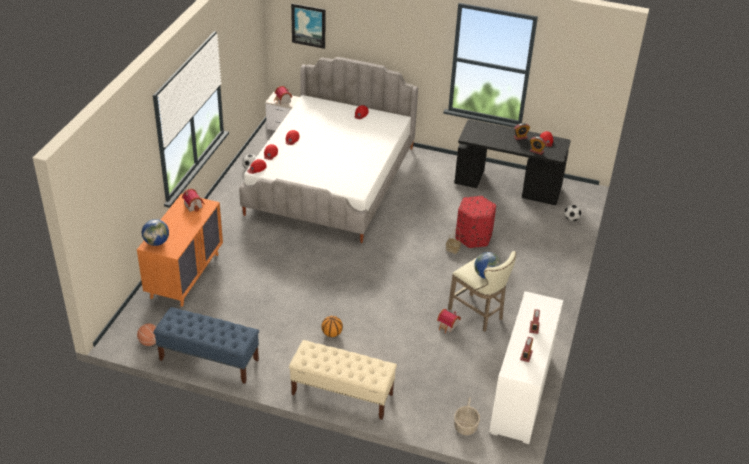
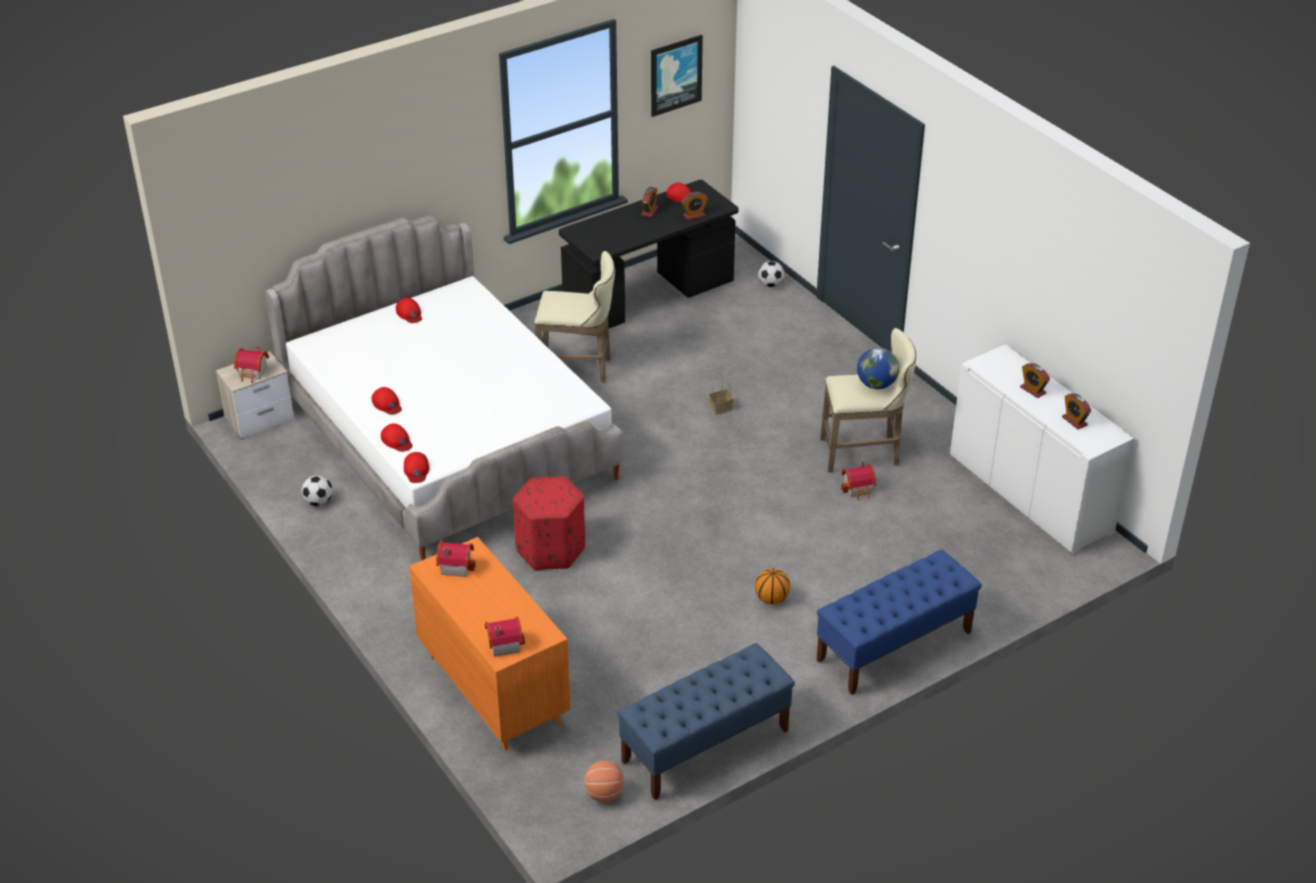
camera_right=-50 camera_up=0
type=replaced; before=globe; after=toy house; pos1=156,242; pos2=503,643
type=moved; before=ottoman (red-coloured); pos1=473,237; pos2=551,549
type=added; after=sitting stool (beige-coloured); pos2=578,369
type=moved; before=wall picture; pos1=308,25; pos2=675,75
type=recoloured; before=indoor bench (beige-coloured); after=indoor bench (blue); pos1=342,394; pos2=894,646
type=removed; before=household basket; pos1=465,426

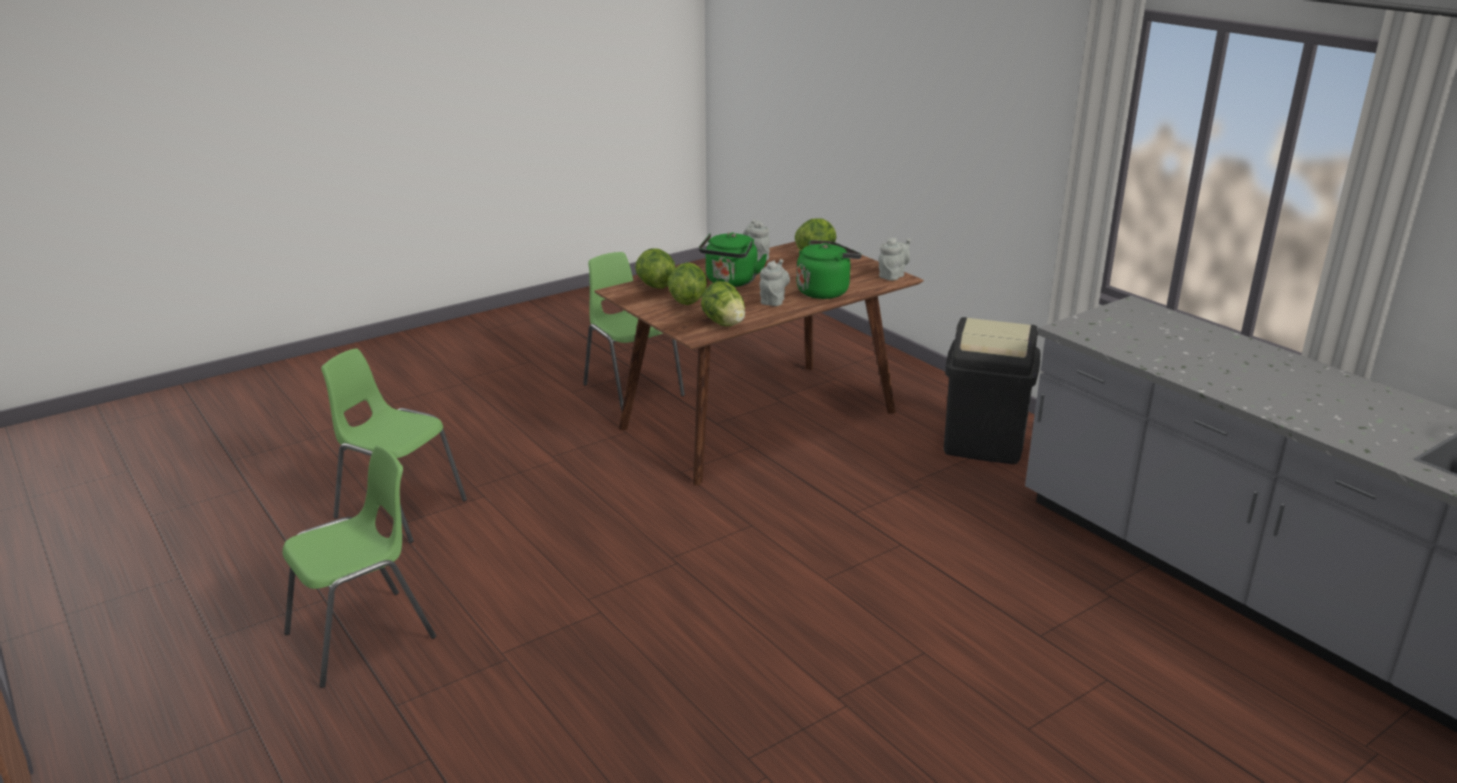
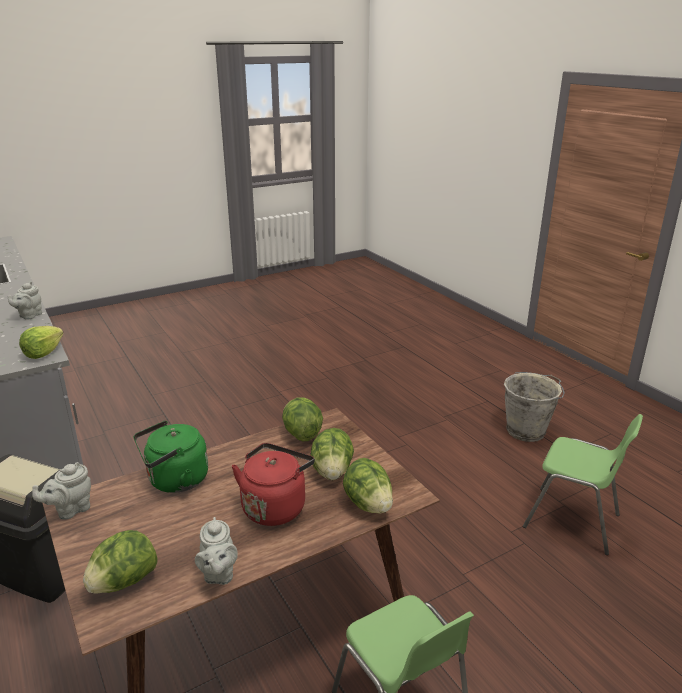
camera_right=-175 camera_up=0
type=moved; before=pot for tea (greyish); pos1=773,300; pos2=29,316
type=added; after=lettuce head; pos2=43,353
type=recoloured; before=water kettle (green-coloured); after=water kettle (red-coloured); pos1=730,282; pos2=275,506
type=replaced; before=chair (green-coloured); after=bucket (greyish); pos1=363,636; pos2=527,430

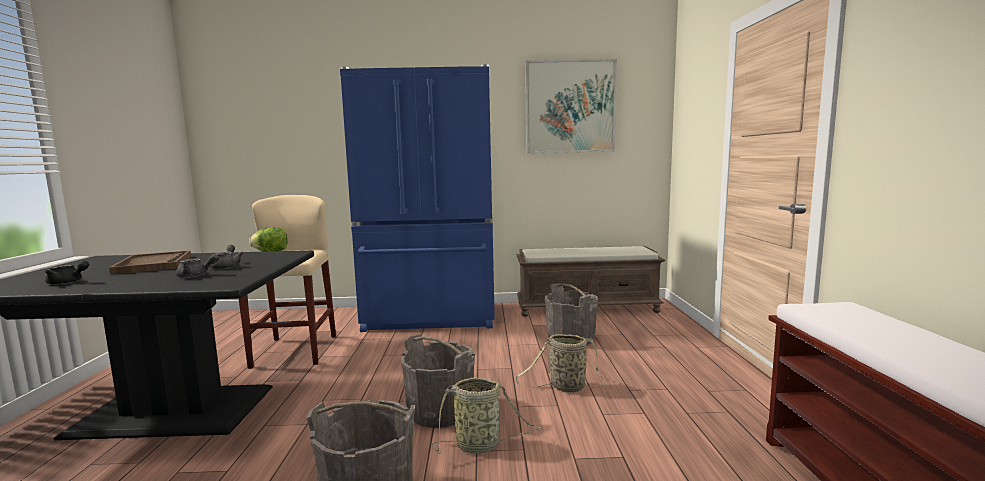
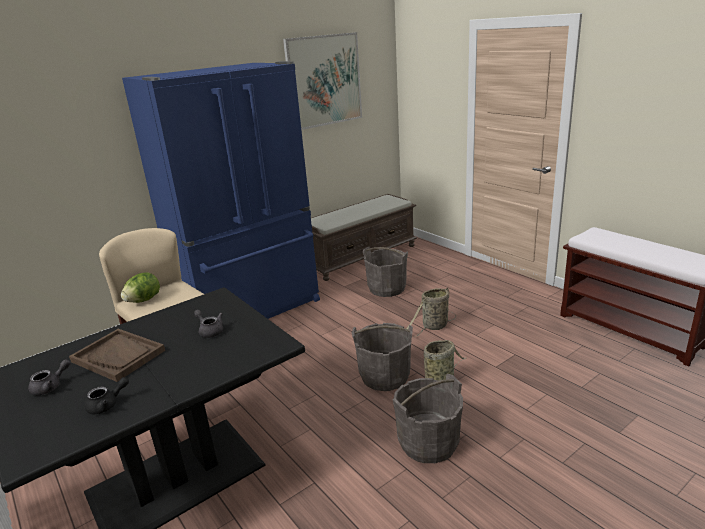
camera_right=-35 camera_up=15
type=moved; before=pot for tea (greyish); pos1=196,275; pos2=51,387

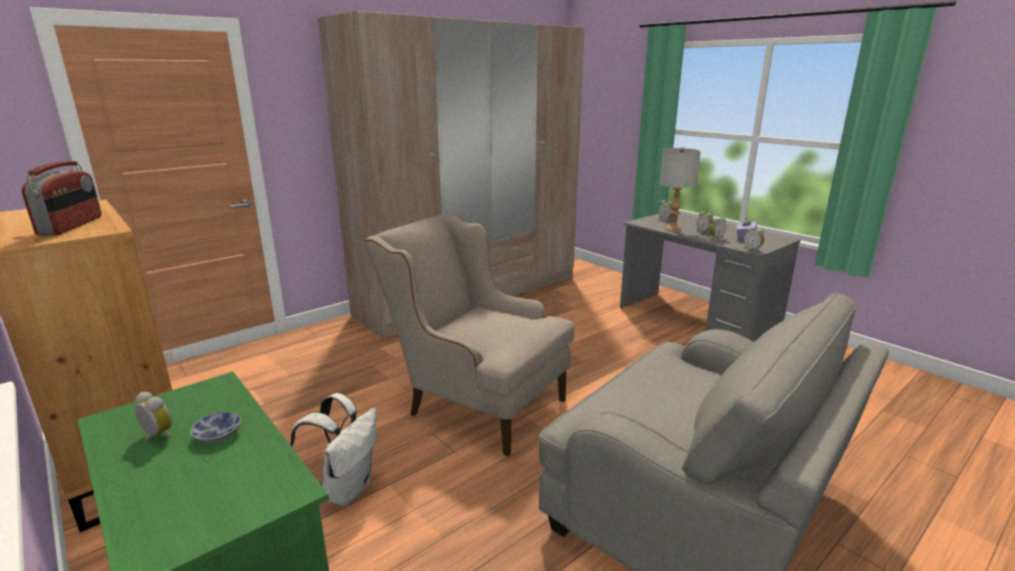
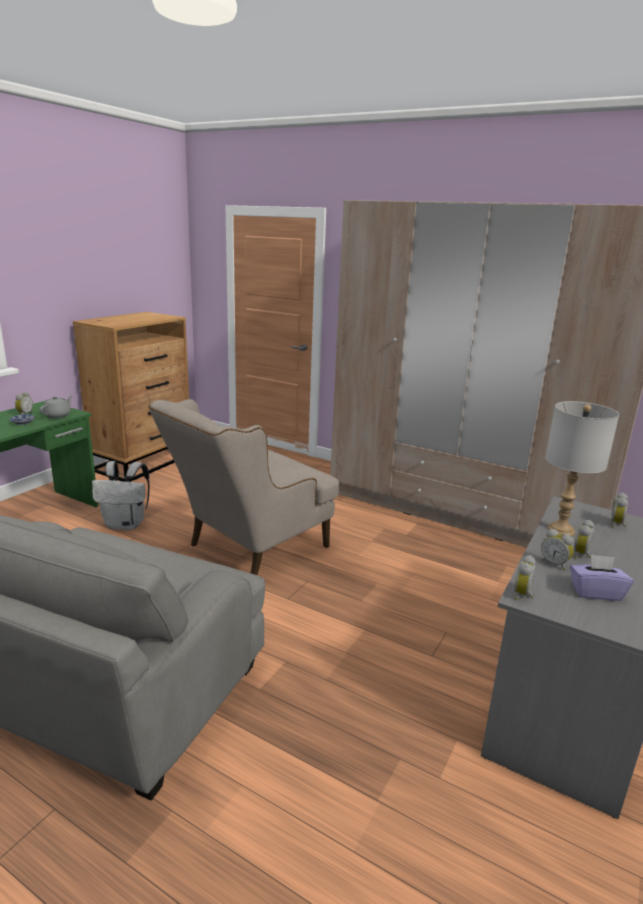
camera_right=70 camera_up=0
type=added; after=pot for tea (greyish); pos2=58,415
type=turned; before=armchair (beige-coloured); pos1=475,401; pos2=248,551; turn=-150
type=removed; before=radio receiver; pos1=72,226

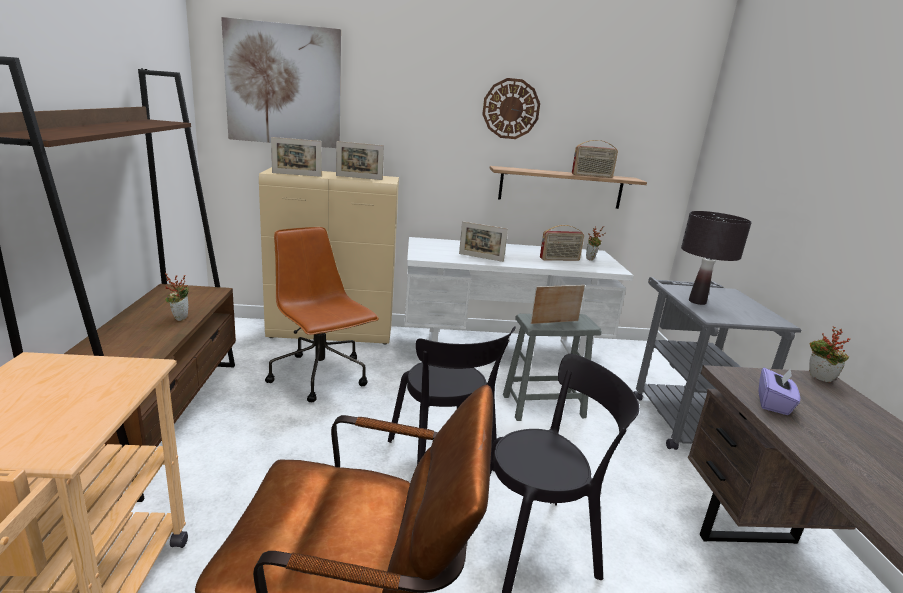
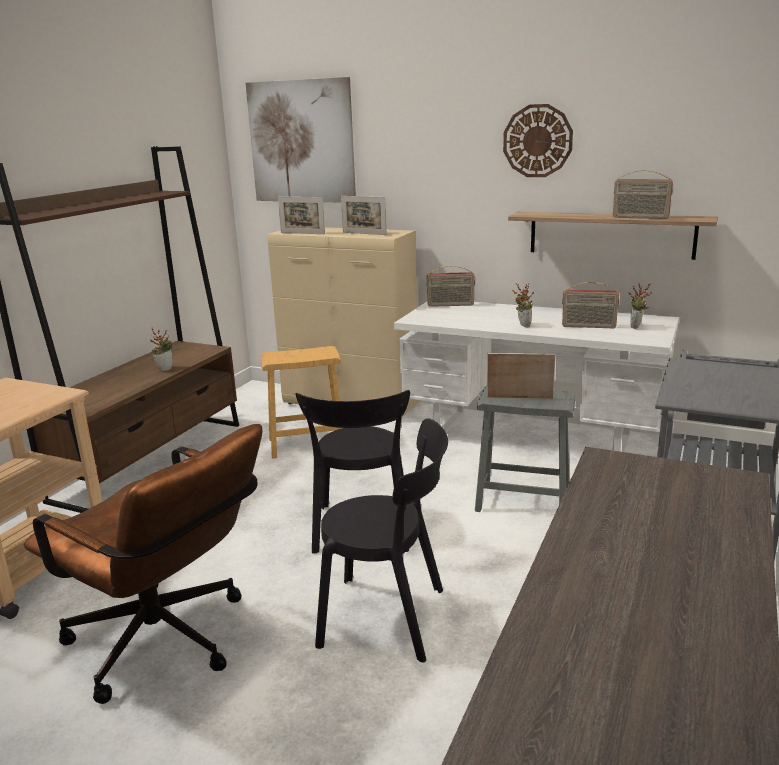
camera_right=30 camera_up=0
type=replaced; before=computer chair (brownish); after=sitting stool (brownish); pos1=321,377; pos2=307,443
type=added; after=radio receiver; pos2=450,305
type=moved; before=houseplant; pos1=818,379; pos2=522,325
type=removed; before=photo frame; pos1=481,257
type=removed; before=tabletop lamp (blackish); pos1=697,302
type=removed; before=tissue box (purple); pos1=773,403

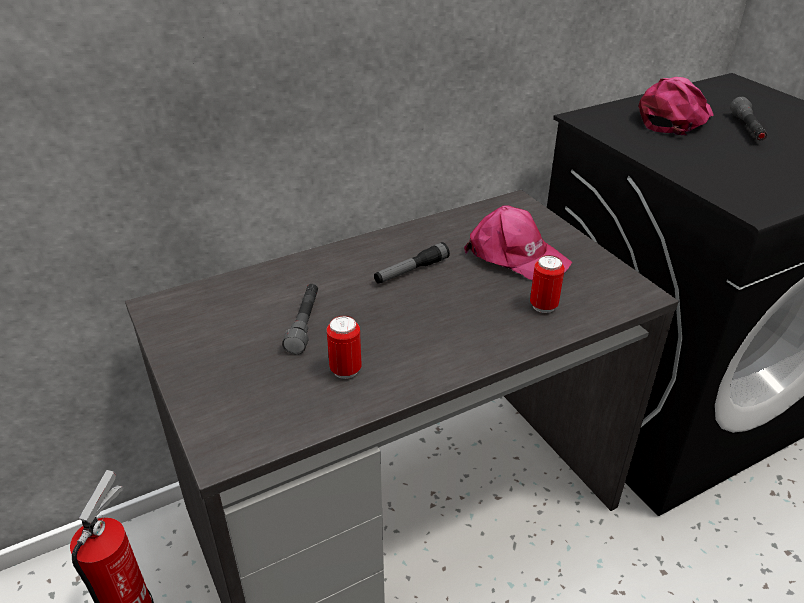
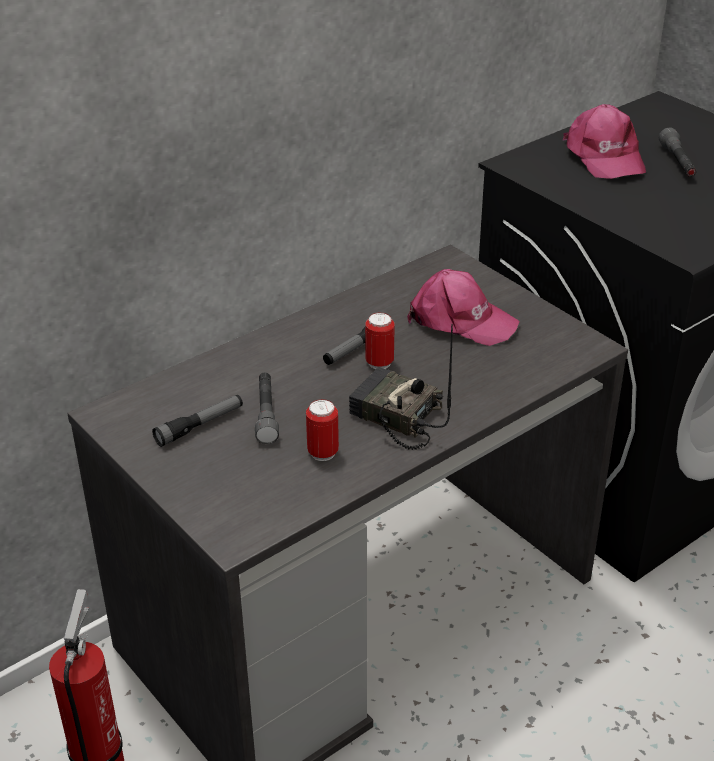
camera_right=-10 camera_up=0
type=added; after=torch; pos2=200,426
type=added; after=radio receiver; pos2=395,417
type=moved; before=metal can; pos1=543,306; pos2=379,363
type=turned; before=cap (pinkish); pos1=675,118; pos2=604,156; turn=135

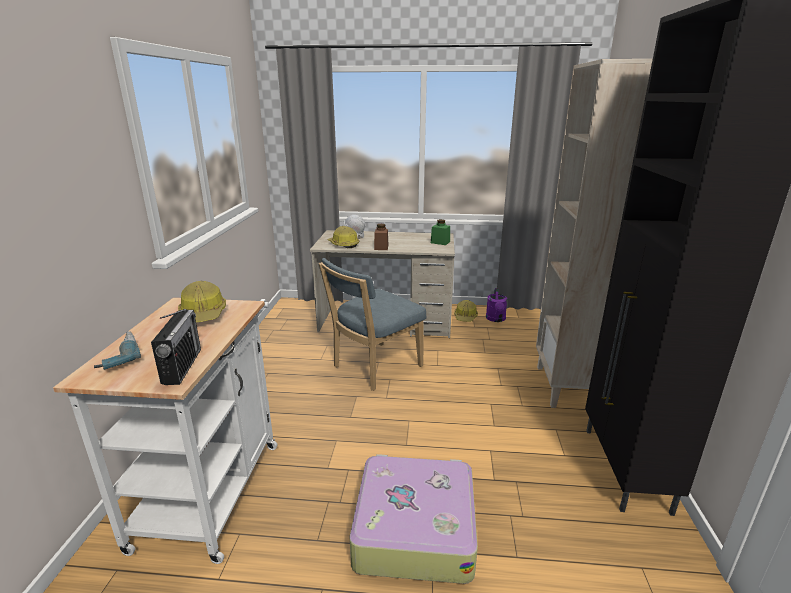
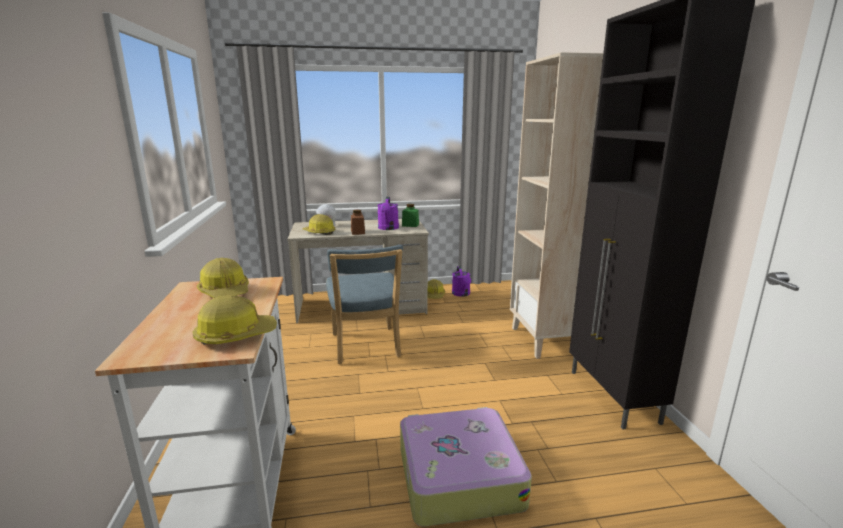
camera_right=-15 camera_up=-5
type=replaced; before=radio receiver; after=safety helmet; pos1=182,366; pos2=235,335
type=turned; before=chair (blue); pos1=374,368; pos2=366,347; turn=-45
type=added; after=sprinkling can (purple); pos2=388,228
type=removed; before=drill; pos1=118,356

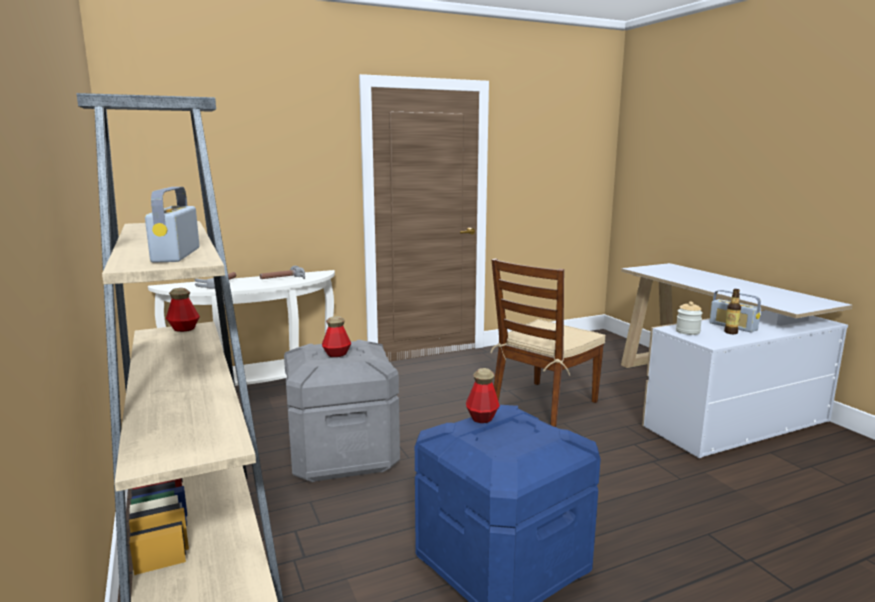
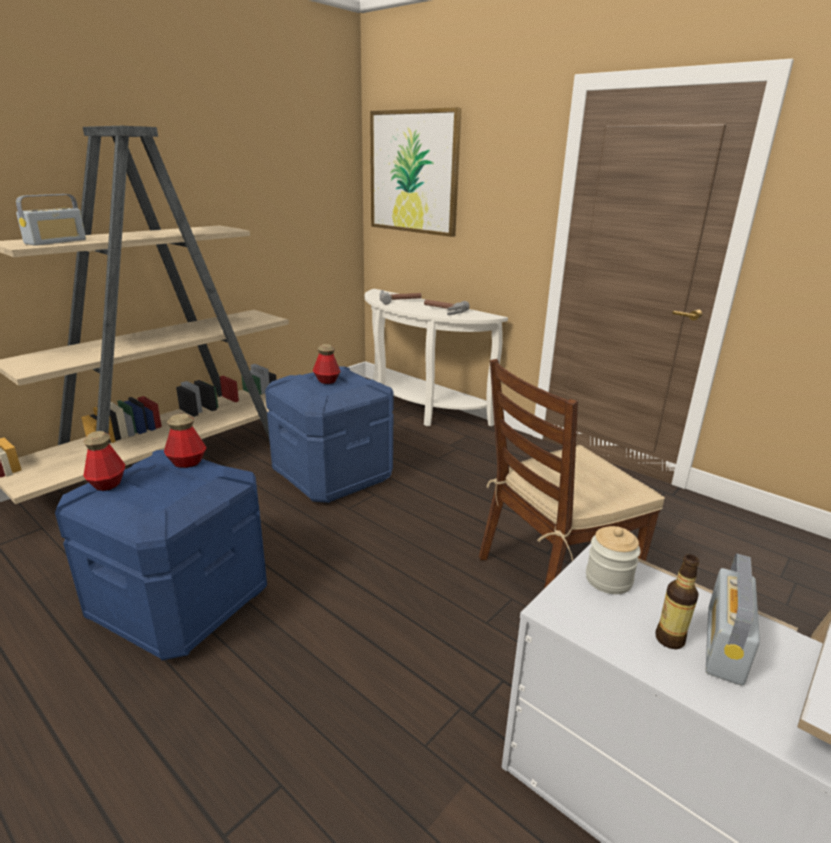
camera_right=65 camera_up=10
type=turned; before=radio receiver; pos1=176,255; pos2=56,242; turn=150
type=moved; before=beverage bottle; pos1=184,329; pos2=108,484
type=recoloured; before=storage container (greyish); after=storage container (blue); pos1=343,455; pos2=333,475
type=added; after=wall picture; pos2=413,172
type=turned; before=chair (brownish); pos1=544,404; pos2=554,572; turn=-45

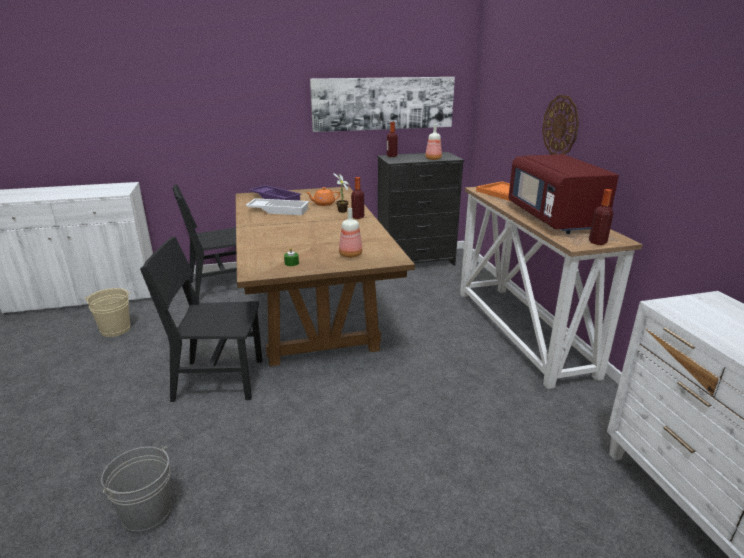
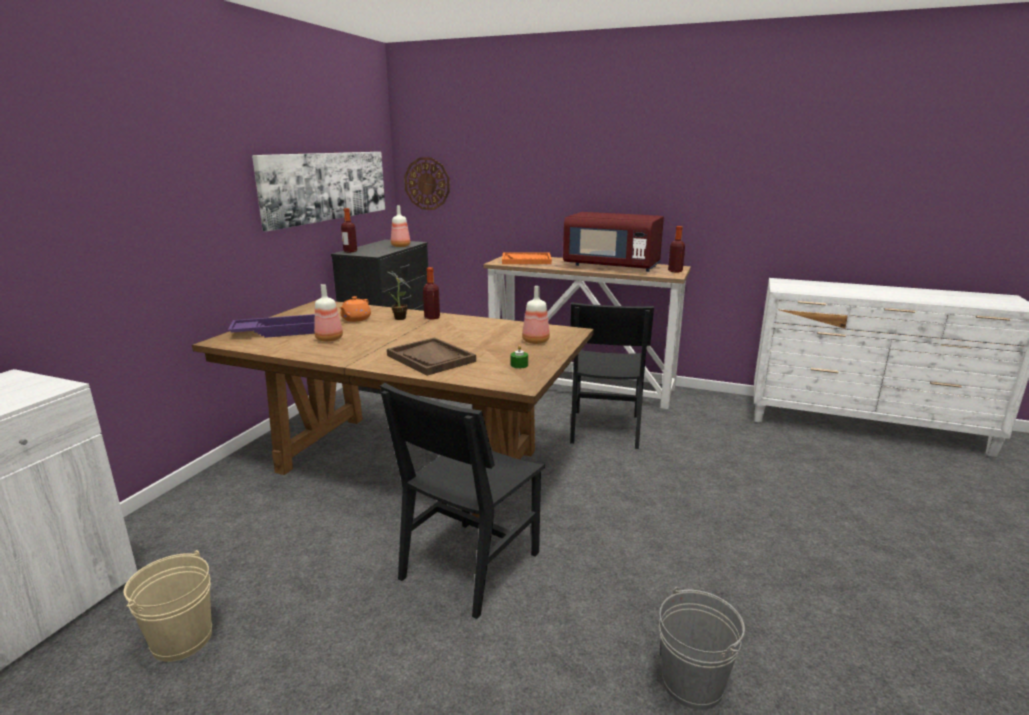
camera_right=-55 camera_up=-5
type=replaced; before=carrying tray (whitish); after=beverage bottle; pos1=279,210; pos2=329,339
type=added; after=carrying tray (brownish); pos2=431,358
type=moved; before=clock on the wall; pos1=560,126; pos2=427,183
type=moved; before=chair (blackish); pos1=220,286; pos2=605,428

